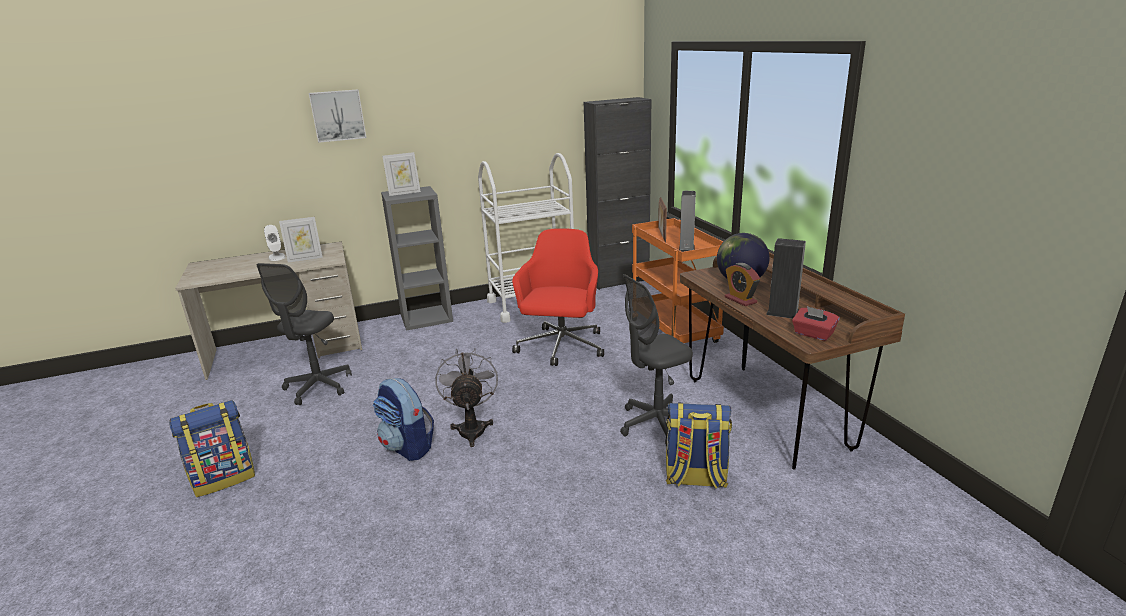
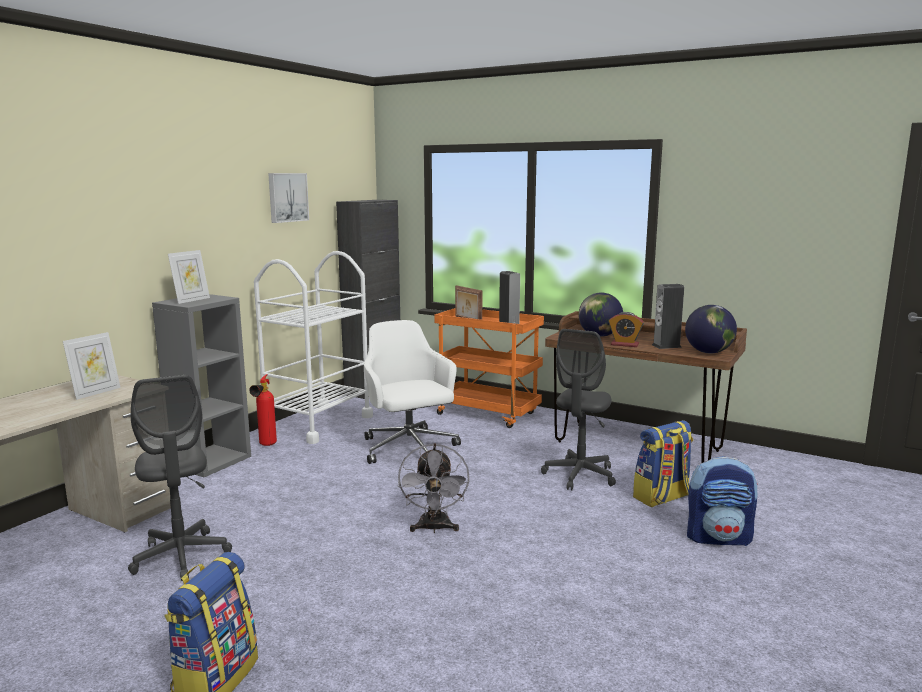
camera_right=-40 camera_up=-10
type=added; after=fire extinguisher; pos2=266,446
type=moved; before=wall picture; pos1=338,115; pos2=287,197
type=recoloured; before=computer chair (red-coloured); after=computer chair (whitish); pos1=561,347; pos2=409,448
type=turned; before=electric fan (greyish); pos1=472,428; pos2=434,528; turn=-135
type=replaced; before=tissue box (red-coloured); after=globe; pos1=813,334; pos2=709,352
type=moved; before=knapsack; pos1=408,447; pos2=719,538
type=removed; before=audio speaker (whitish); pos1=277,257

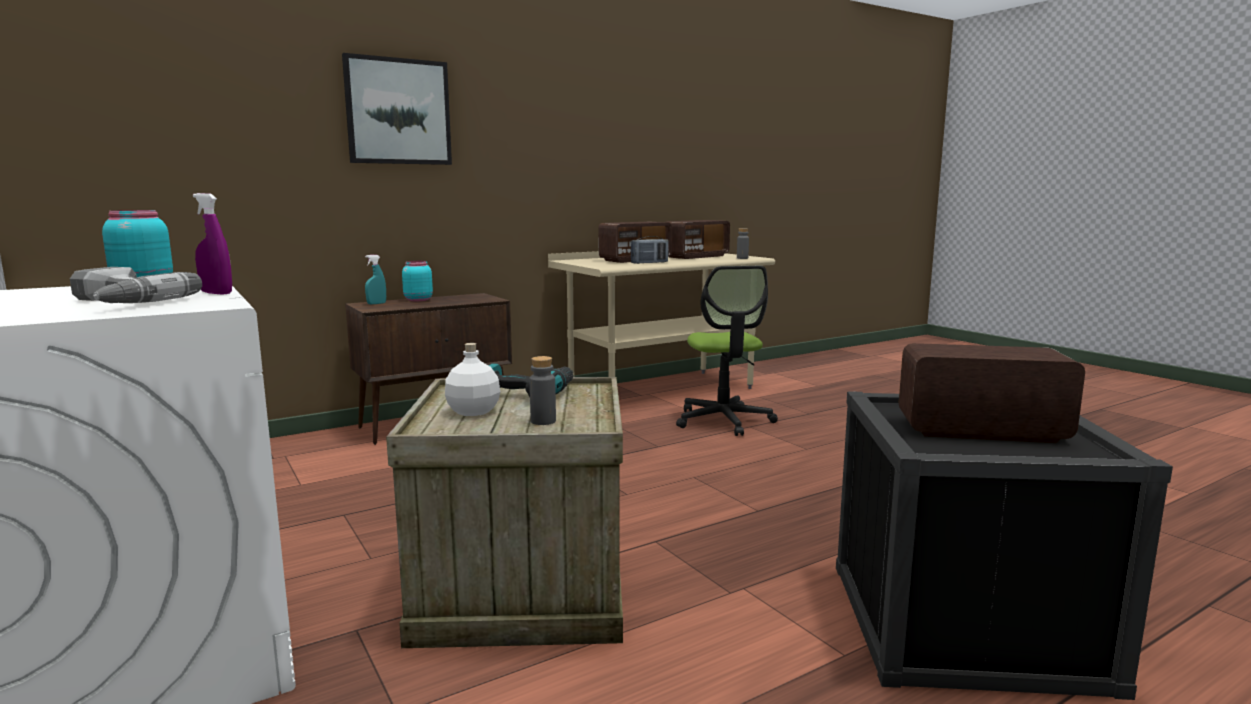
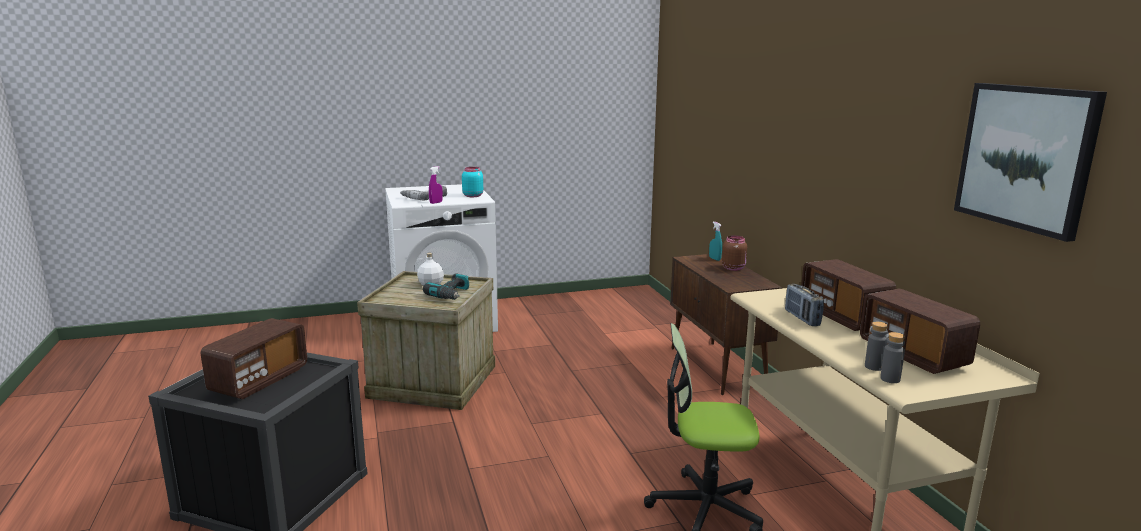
camera_right=105 camera_up=5
type=recoloured; before=preserve jar (blue-green); after=preserve jar (brownish); pos1=417,300; pos2=733,268
type=moved; before=beverage bottle (greyish); pos1=543,421; pos2=874,367
type=moved; before=wall picture; pos1=398,112; pos2=1026,157

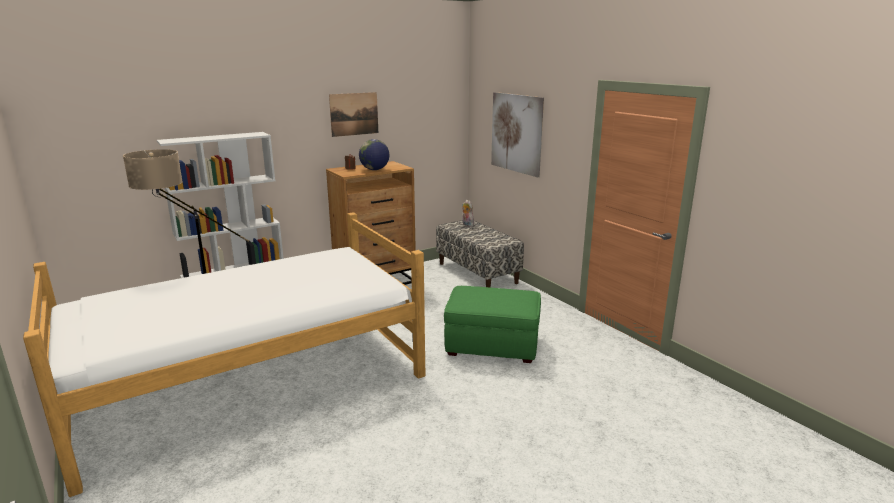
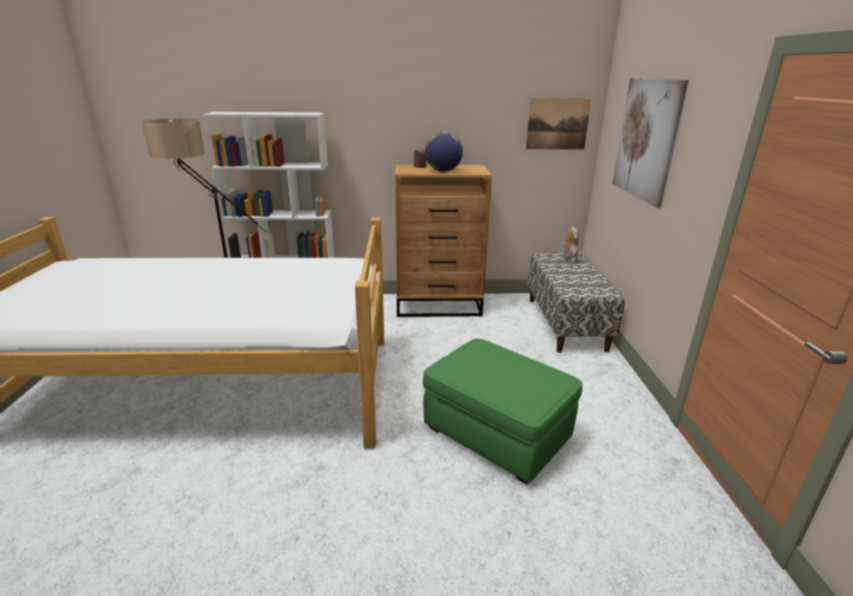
camera_right=30 camera_up=5
type=moved; before=wall picture; pos1=354,114; pos2=557,124

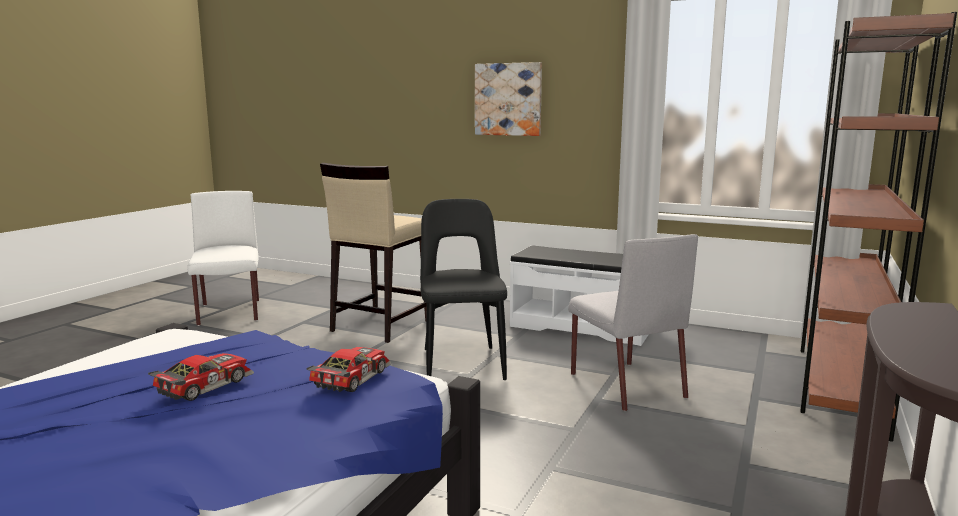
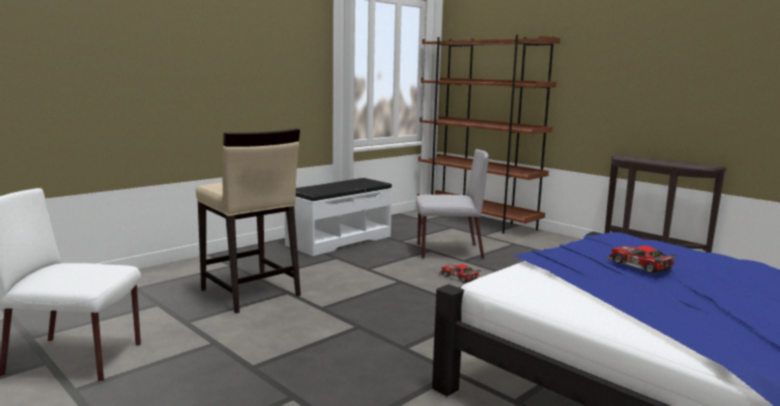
camera_right=-70 camera_up=0
type=moved; before=miniature car; pos1=349,377; pos2=458,277
type=removed; before=chair (blackish); pos1=462,363
type=removed; before=wall picture; pos1=508,99

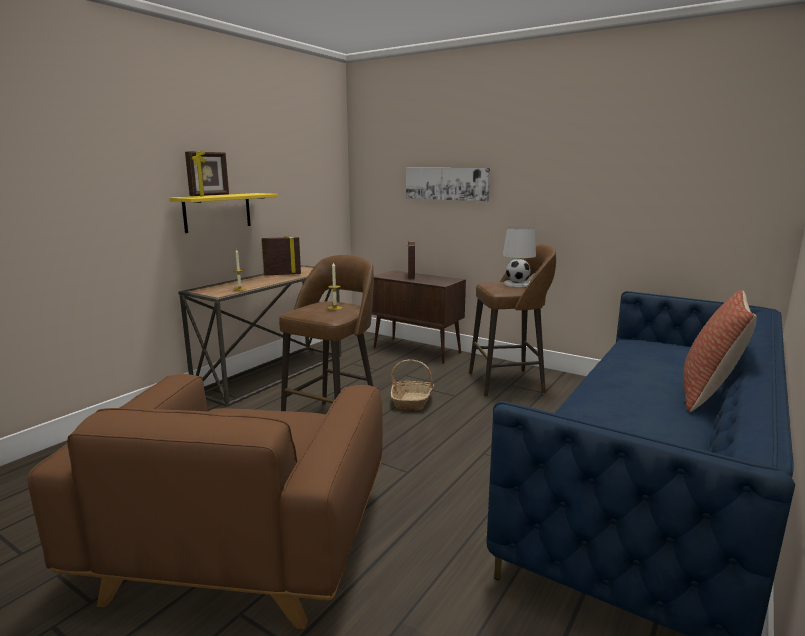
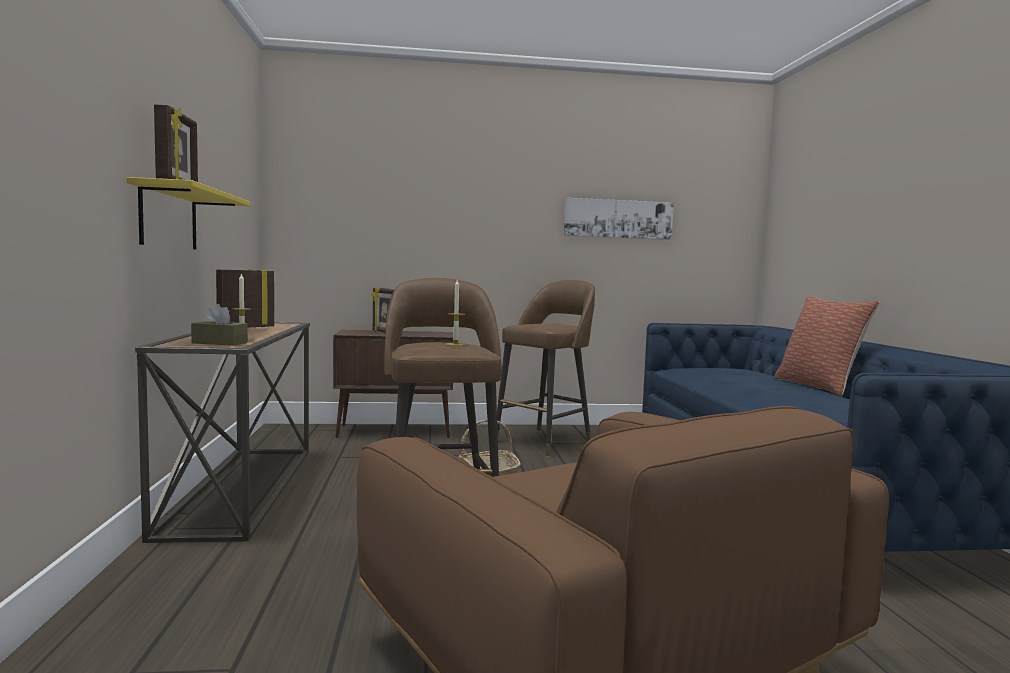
camera_right=-40 camera_up=-10
type=added; after=tissue box (brownish); pos2=219,343
type=moved; before=wall picture; pos1=447,183; pos2=618,219
type=removed; before=tabletop lamp (whitish); pos1=517,284

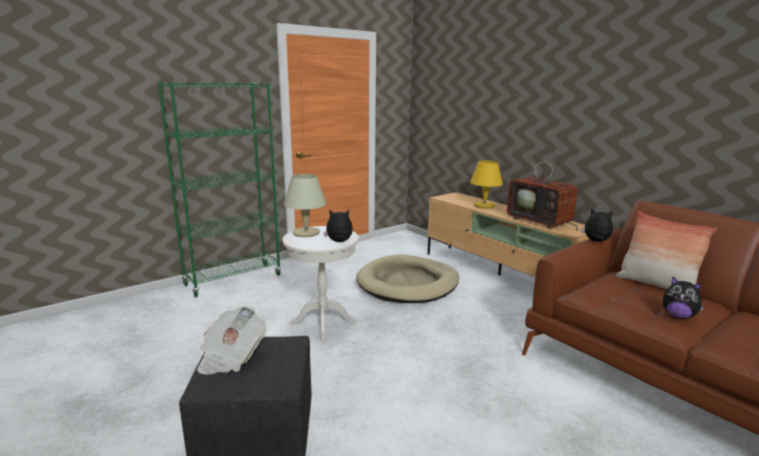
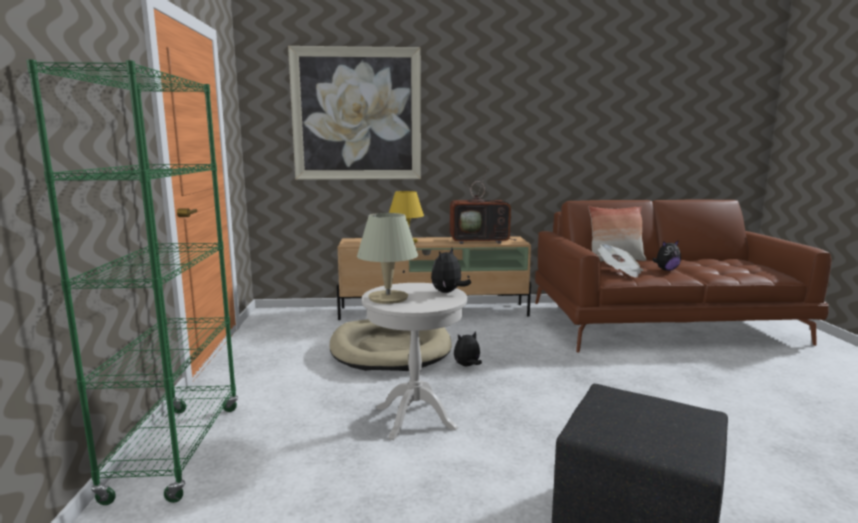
camera_right=-55 camera_up=-5
type=added; after=wall picture; pos2=357,114
type=moved; before=plush toy; pos1=596,241; pos2=467,366
type=moved; before=newspaper; pos1=231,357; pos2=619,272

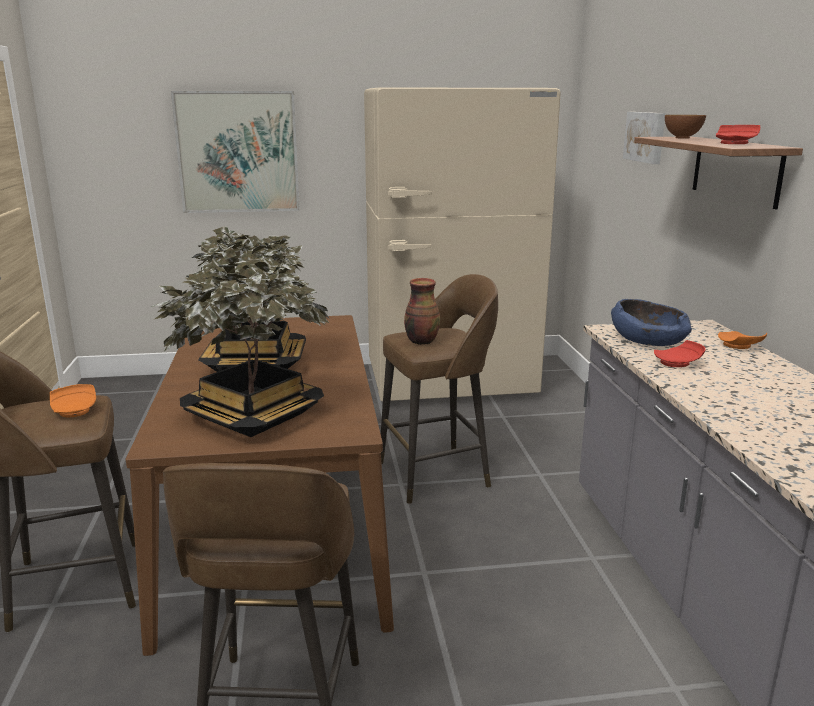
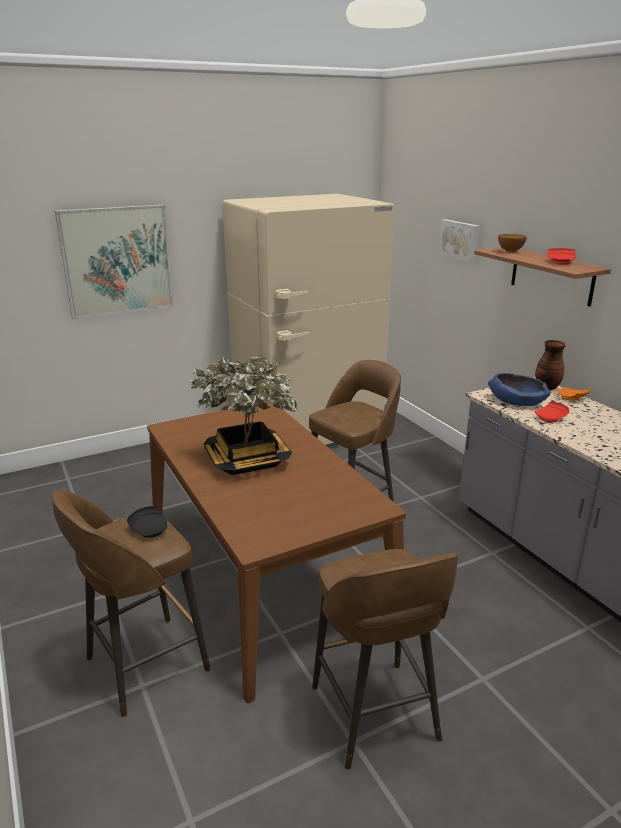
camera_right=-20 camera_up=5
type=recoloured; before=flat dish (orangey); after=flat dish (blackish); pos1=75,410; pos2=150,529
type=moved; before=vase; pos1=421,341; pos2=546,387
type=removed; before=houseplant; pos1=254,416

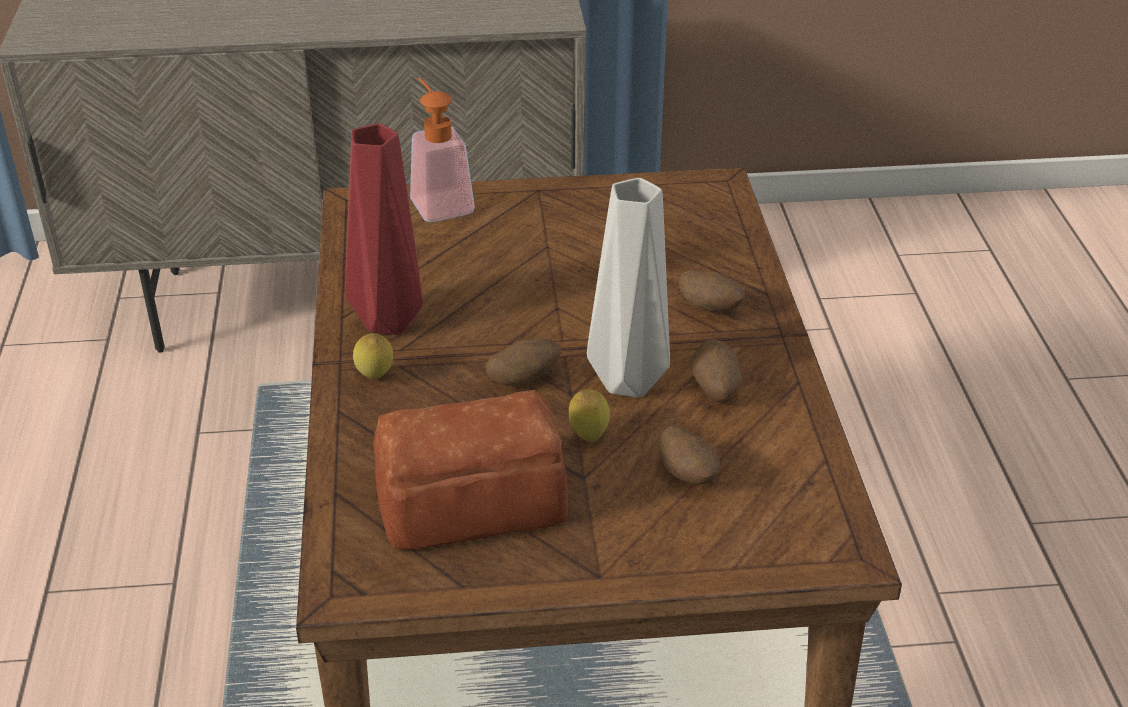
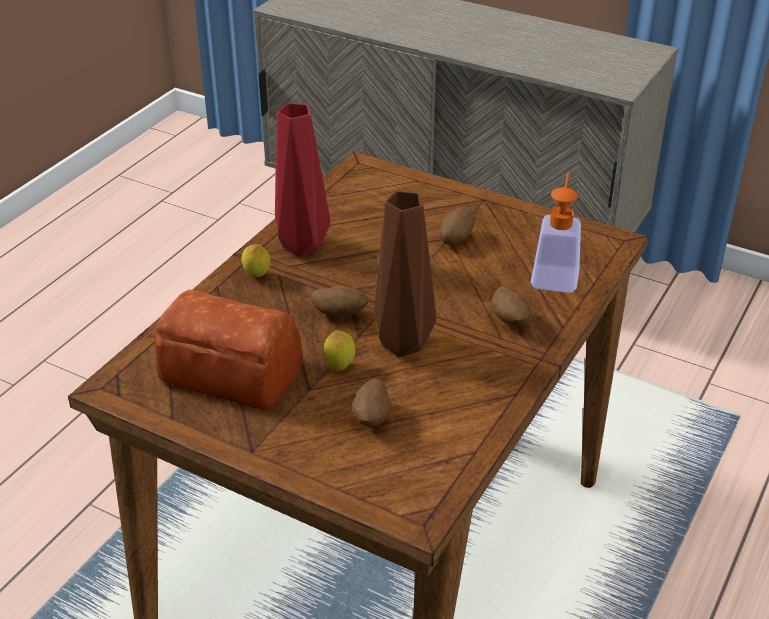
camera_right=35 camera_up=0
type=recoloured; before=vase (greyish); after=vase (brownish); pos1=632,383; pos2=404,346
type=moved; before=spud; pos1=715,389; pos2=456,239
type=moved; before=liquid soap bottle; pos1=438,201; pos2=555,274

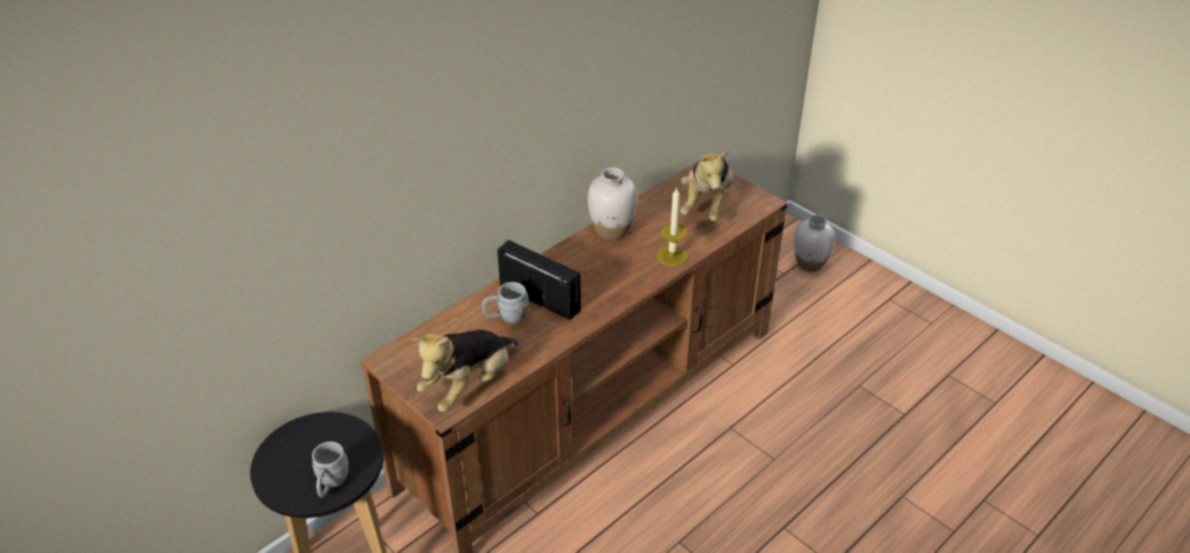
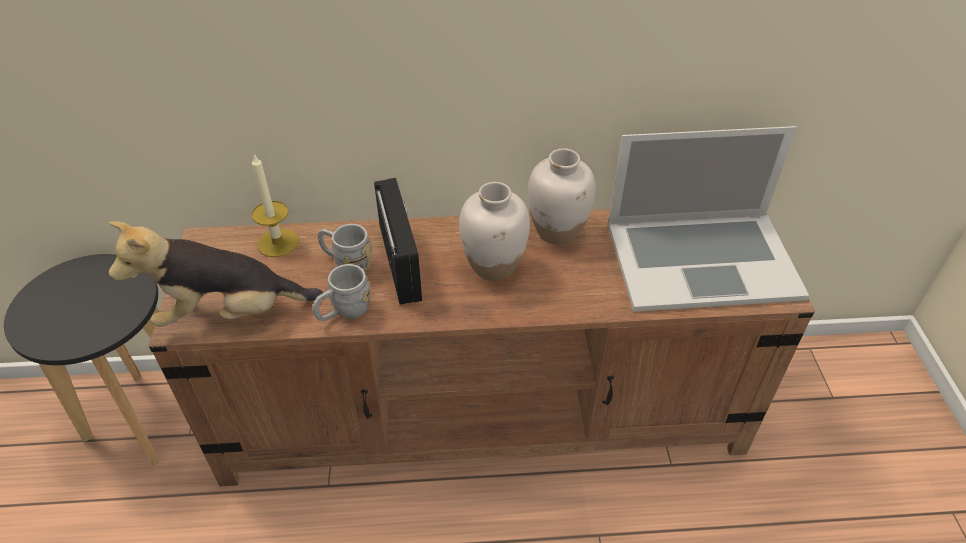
camera_right=40 camera_up=5
type=moved; before=wax candle; pos1=672,256; pos2=278,242
type=moved; before=mug (greyish); pos1=331,483; pos2=344,312
type=moved; before=vase (whitish); pos1=810,264; pos2=494,266
type=replaced; before=plush toy; after=notebook computer; pos1=707,205; pos2=701,259

